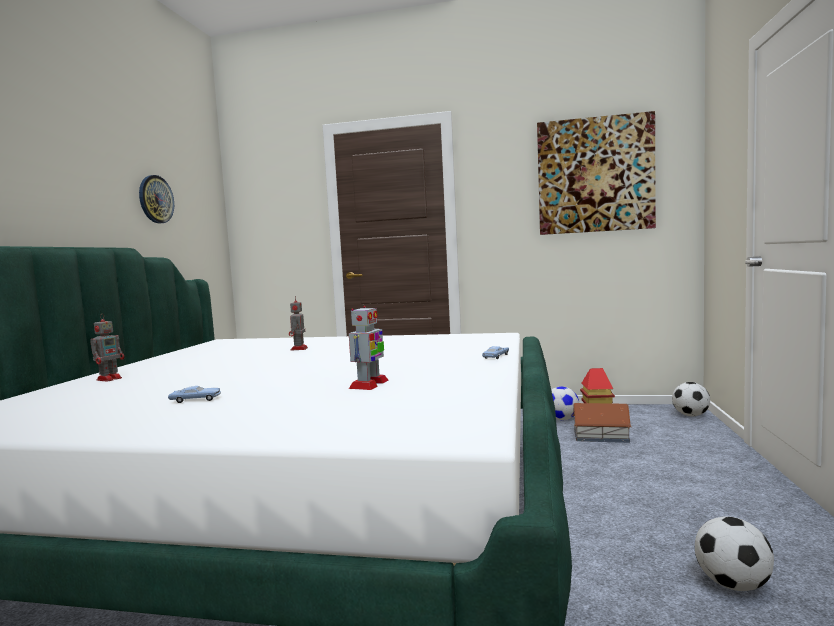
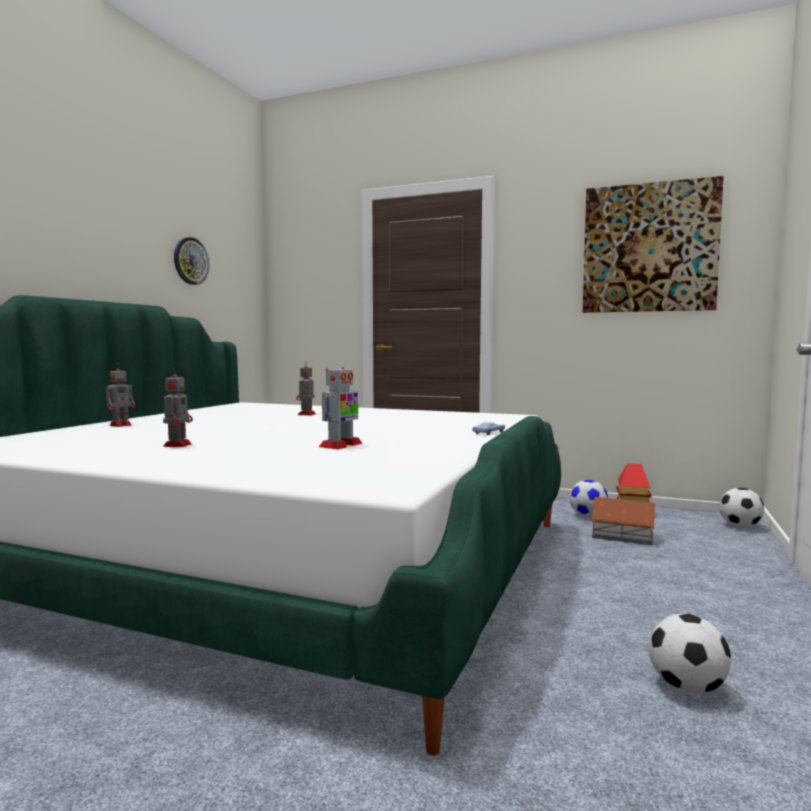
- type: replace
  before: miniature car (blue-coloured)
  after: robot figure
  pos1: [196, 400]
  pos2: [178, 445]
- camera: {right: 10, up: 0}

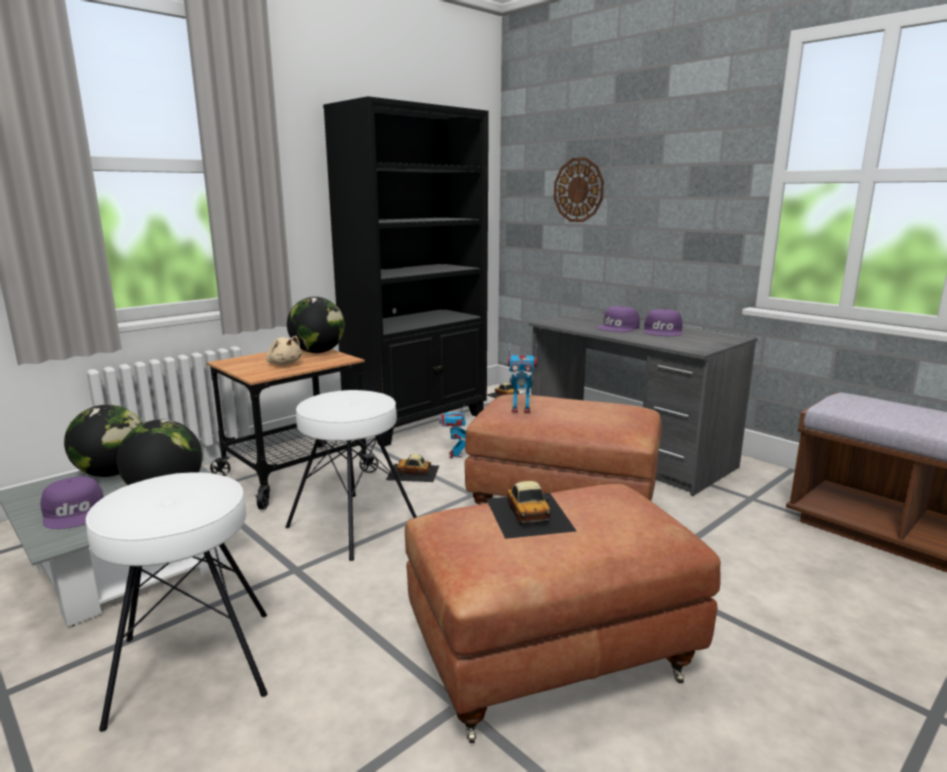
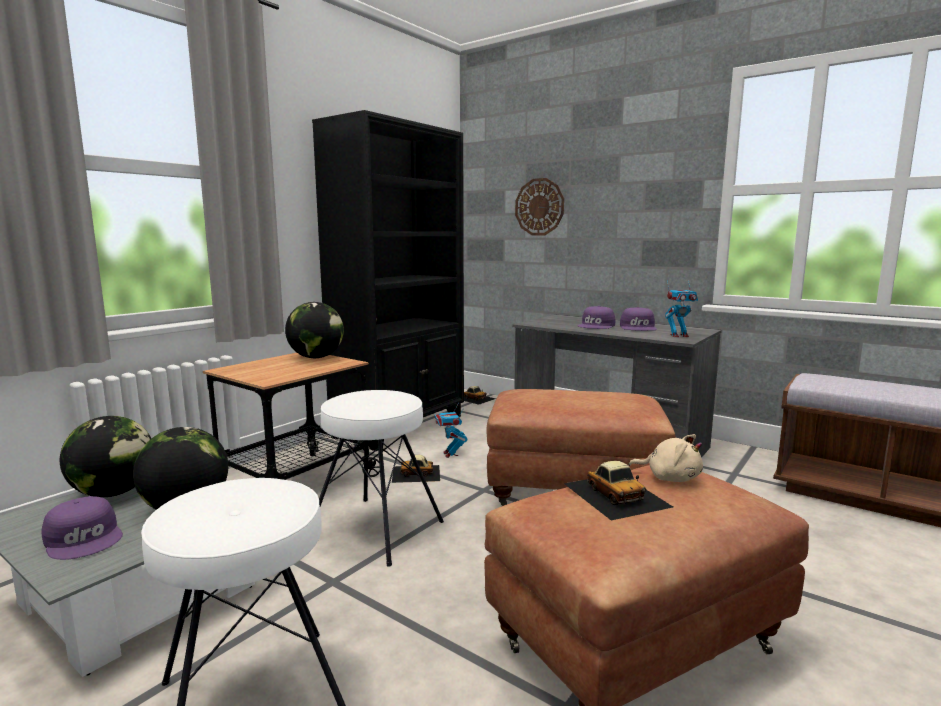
- type: move
  before: cuddly toy (beige-coloured)
  pos1: [284, 364]
  pos2: [670, 478]
- type: move
  before: robot figure
  pos1: [521, 410]
  pos2: [678, 336]
- camera: {right: -10, up: -5}

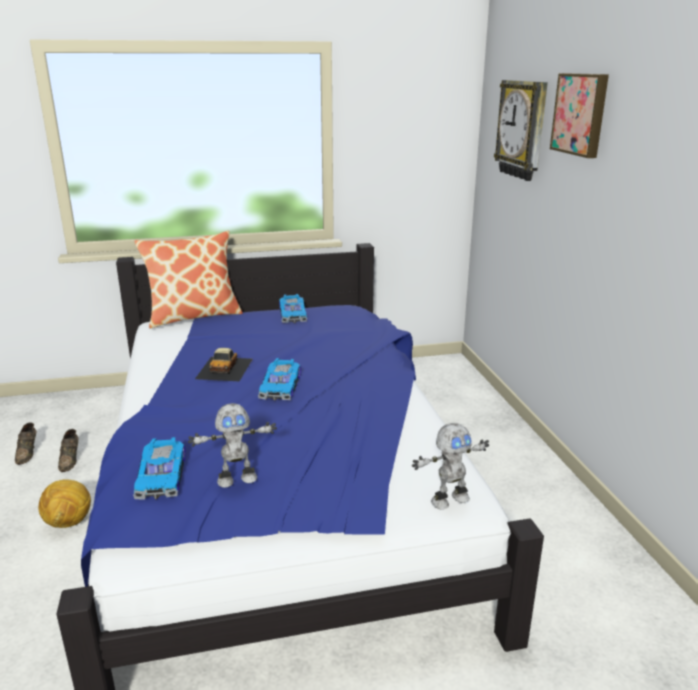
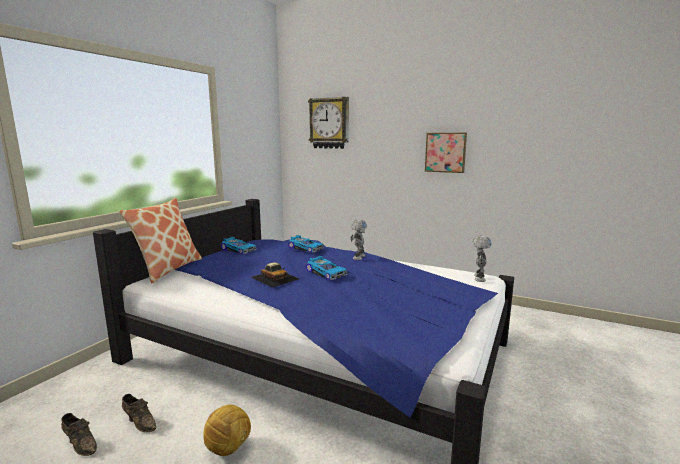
- type: move
  before: miniature car
  pos1: [163, 476]
  pos2: [306, 248]
- type: move
  before: robot figure
  pos1: [237, 479]
  pos2: [358, 257]
- type: move
  before: picture
  pos1: [581, 114]
  pos2: [445, 152]
- camera: {right: -50, up: -10}

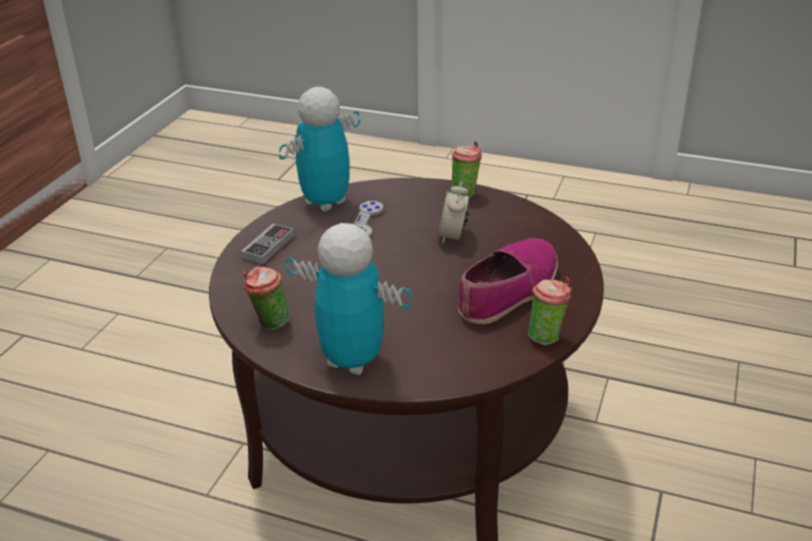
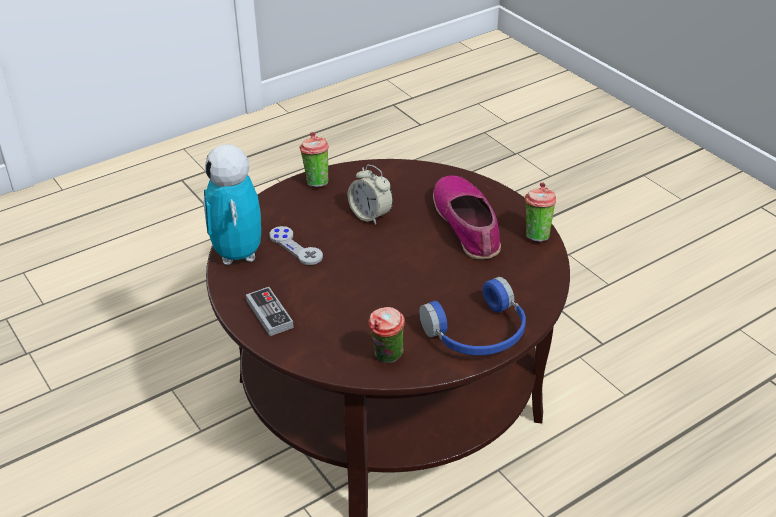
- type: replace
  before: robot figure
  after: headphones (blue-coloured)
  pos1: [352, 361]
  pos2: [478, 334]
- camera: {right: -55, up: 5}

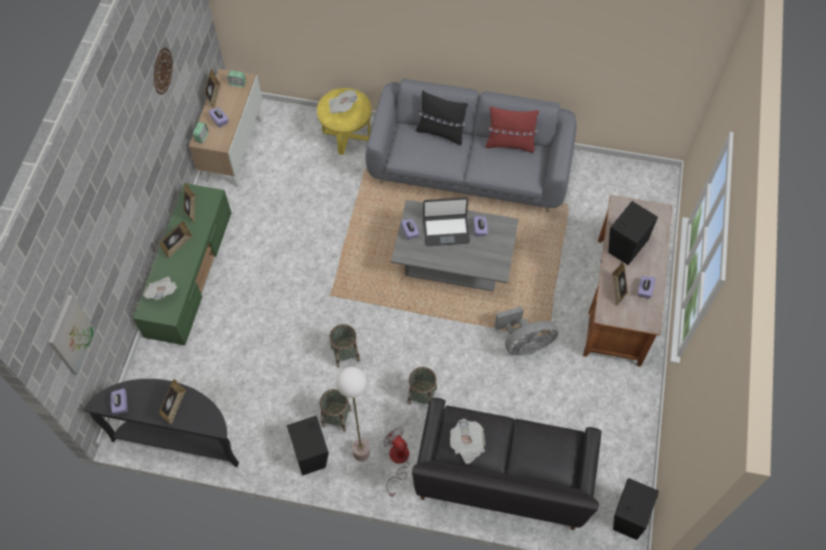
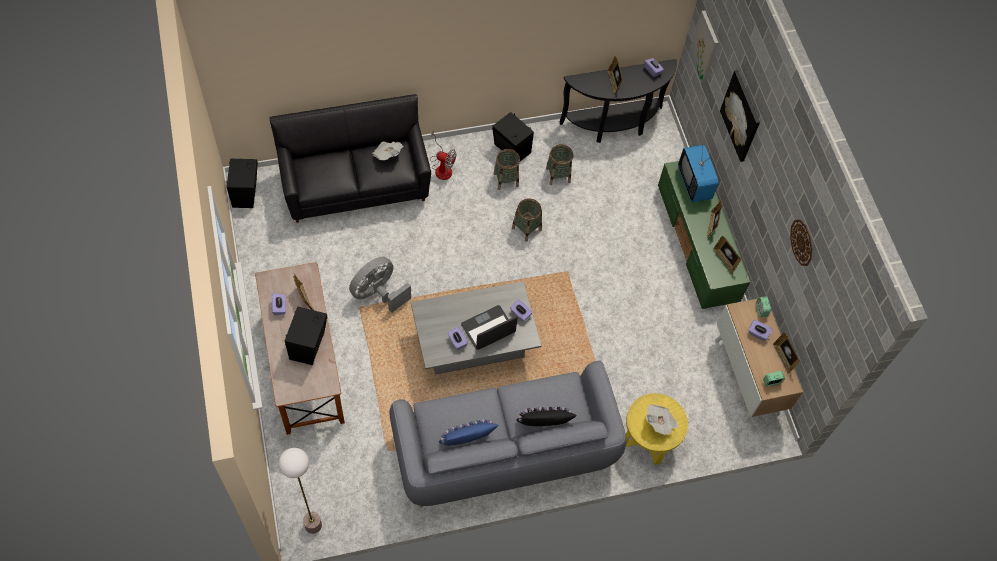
- type: insert
  after: picture
  pos2: [741, 116]
- type: move
  before: floor lamp
  pos1: [361, 452]
  pos2: [313, 525]
- type: move
  before: storage basket
  pos1: [422, 396]
  pos2: [558, 175]
- type: replace
  before: newspaper
  after: TV
  pos1: [162, 292]
  pos2: [694, 183]
- type: recolor
  before: pillow (red-coloured)
  after: pillow (blue-coloured)
  pos1: [510, 144]
  pos2: [467, 443]
- camera: {right: 150, up: 0}

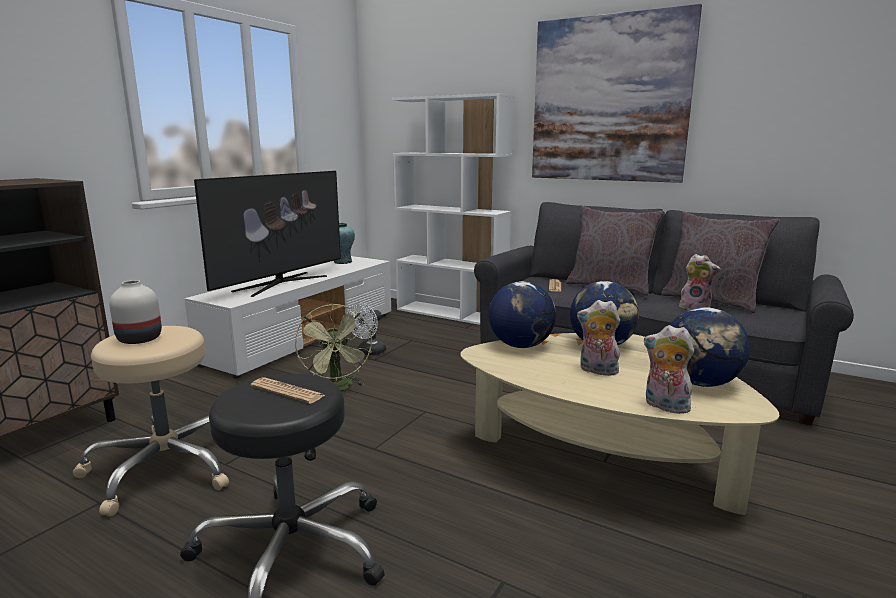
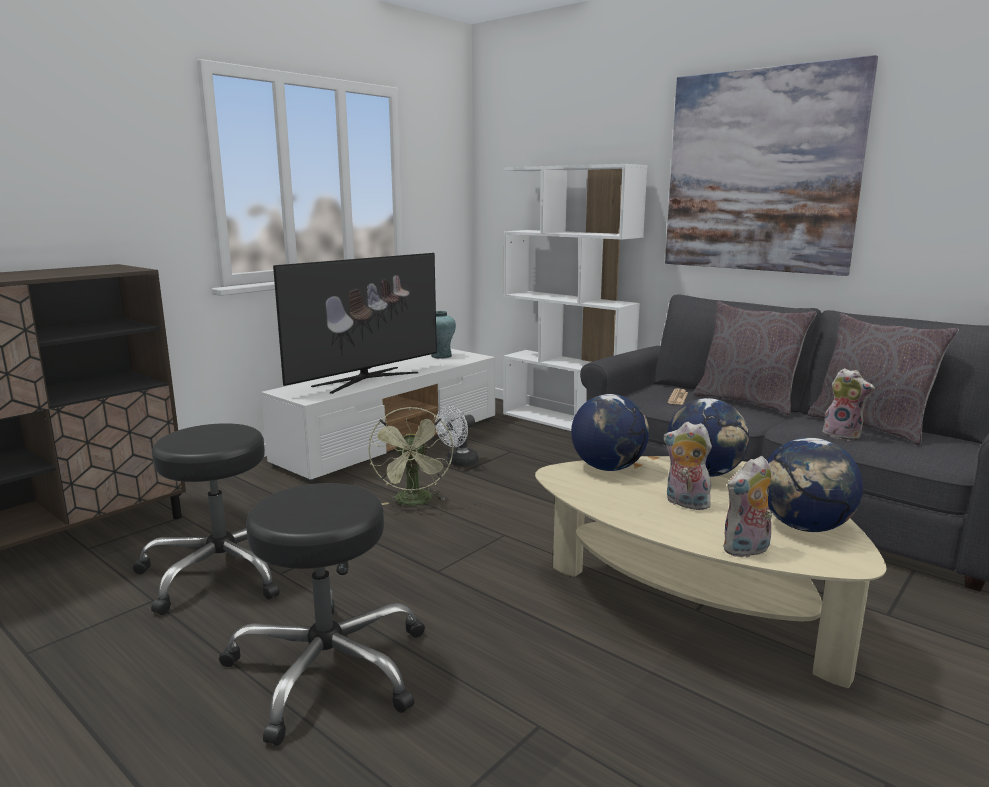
- type: delete
  before: vase (white)
  pos1: [141, 339]
- type: delete
  before: newspaper
  pos1: [287, 391]
- type: recolor
  before: stool (beige-coloured)
  after: stool (black)
  pos1: [166, 466]
  pos2: [222, 570]
- type: rotate
  before: cuddly toy
  pos1: [664, 406]
  pos2: [746, 550]
  turn: -75
- camera: {right: 10, up: 0}

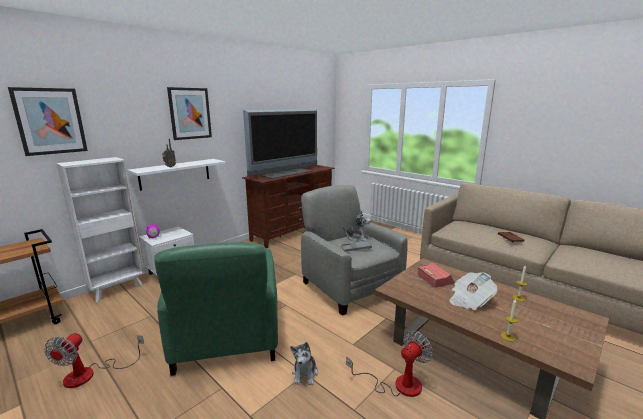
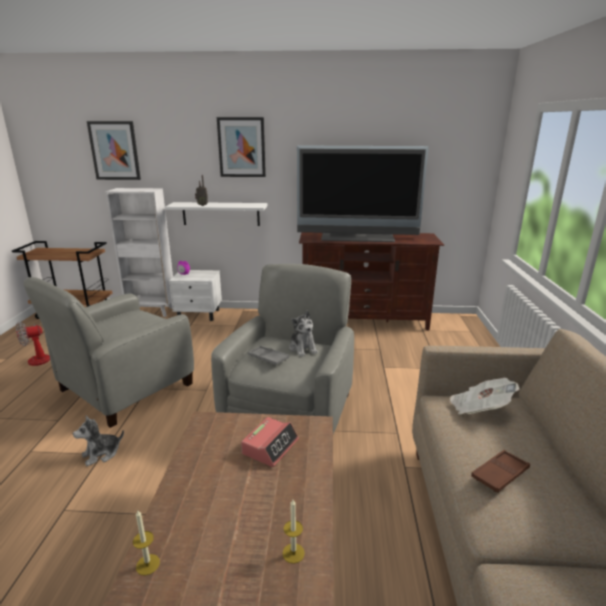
- type: delete
  before: electric fan
  pos1: [398, 384]
- type: move
  before: newspaper
  pos1: [469, 300]
  pos2: [479, 409]
- type: recolor
  before: lounge chair (green-coloured)
  after: lounge chair (grey)
  pos1: [226, 338]
  pos2: [125, 388]
- camera: {right: 50, up: 5}

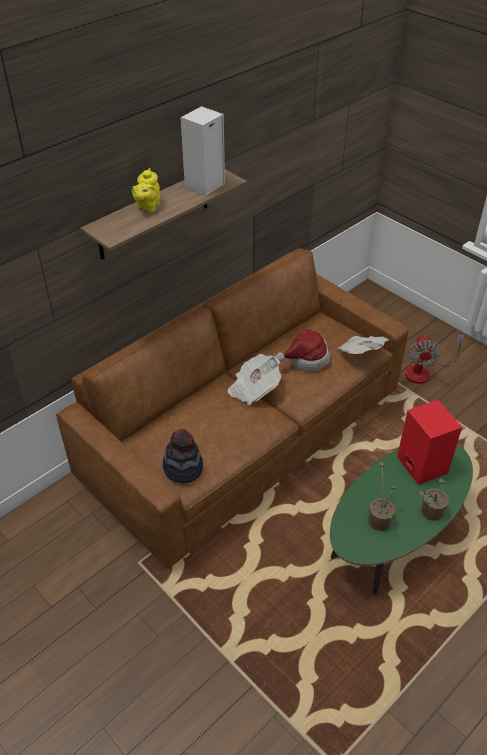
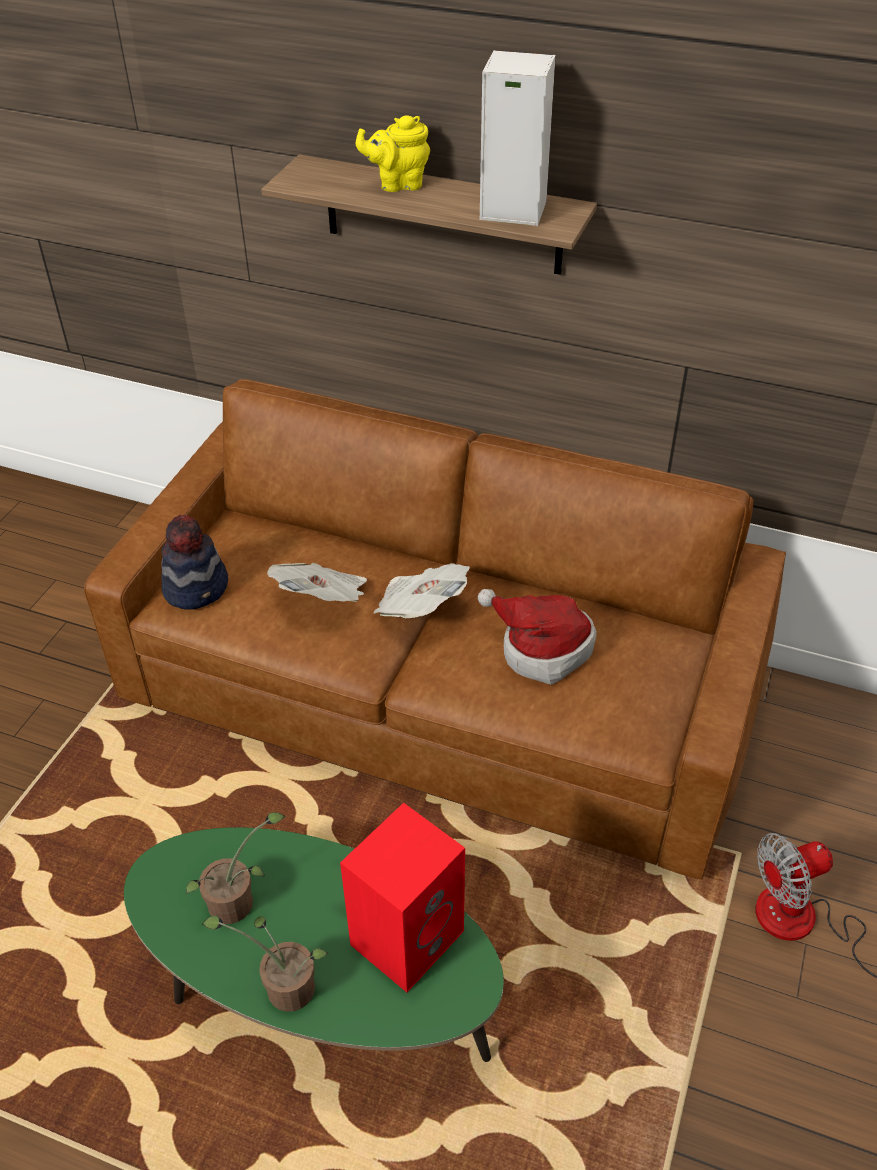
- type: move
  before: newspaper
  pos1: [361, 353]
  pos2: [323, 599]
- camera: {right: 65, up: 0}

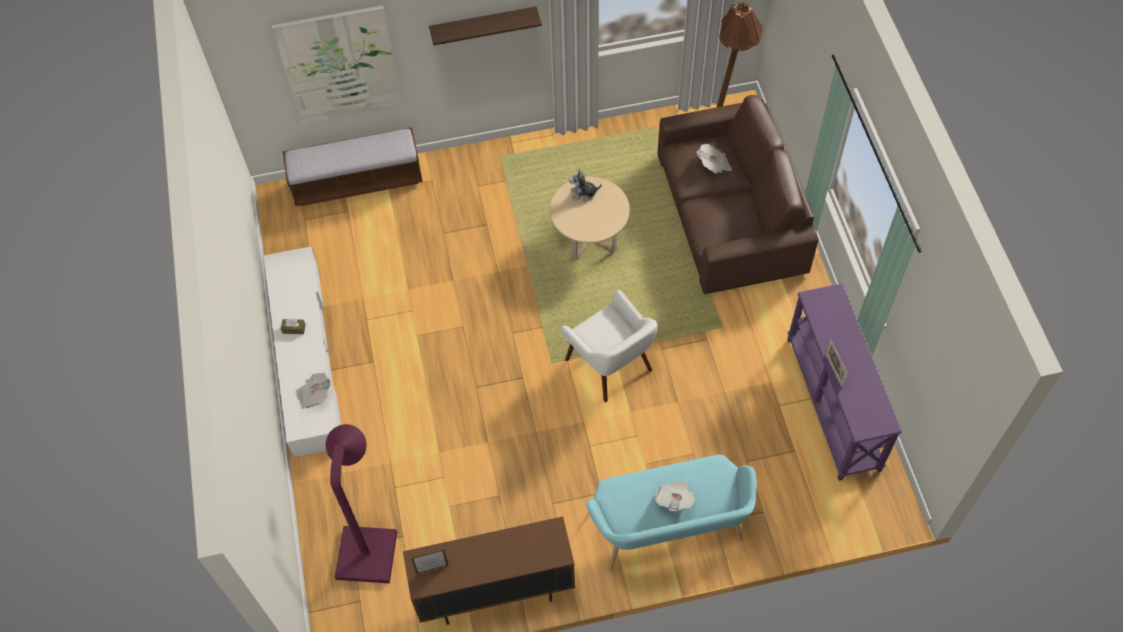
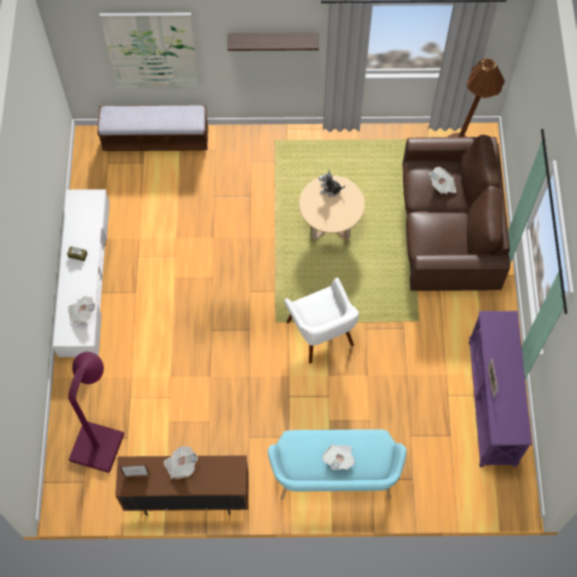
- type: insert
  after: newspaper
  pos2: [181, 465]
- camera: {right: 10, up: 5}

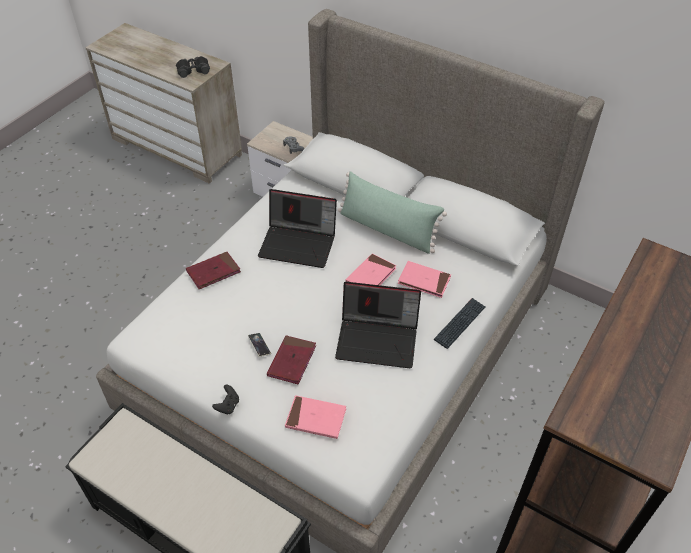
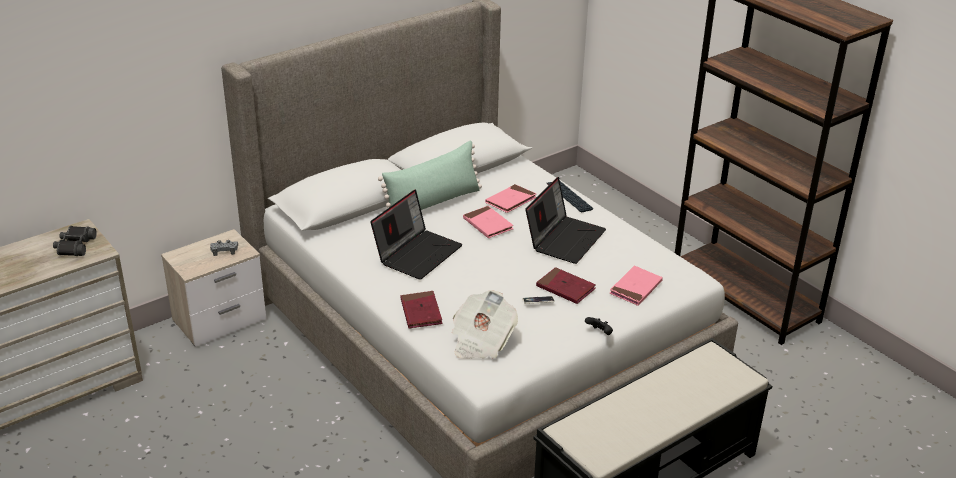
- type: insert
  after: newspaper
  pos2: [481, 341]
- camera: {right: -70, up: -15}

